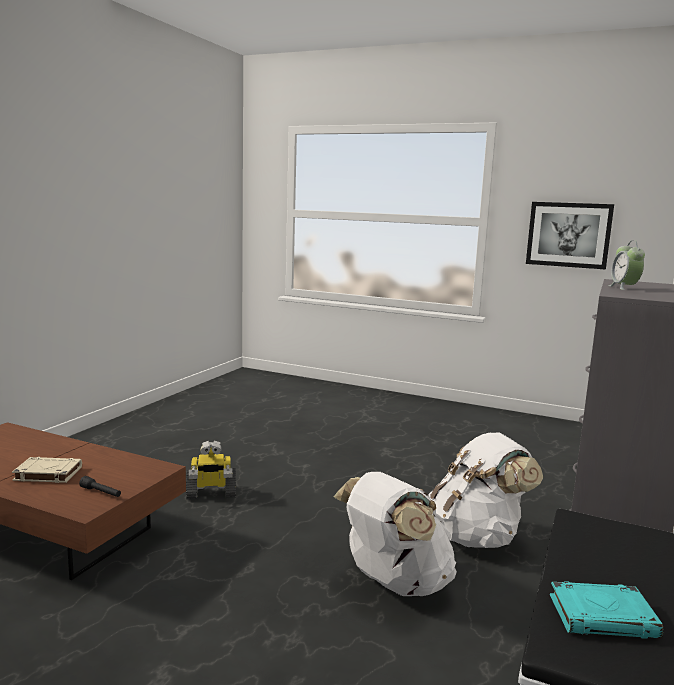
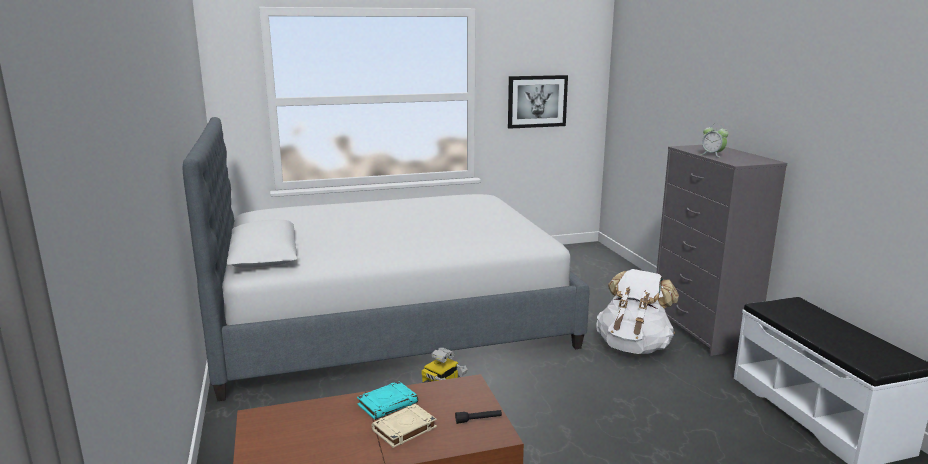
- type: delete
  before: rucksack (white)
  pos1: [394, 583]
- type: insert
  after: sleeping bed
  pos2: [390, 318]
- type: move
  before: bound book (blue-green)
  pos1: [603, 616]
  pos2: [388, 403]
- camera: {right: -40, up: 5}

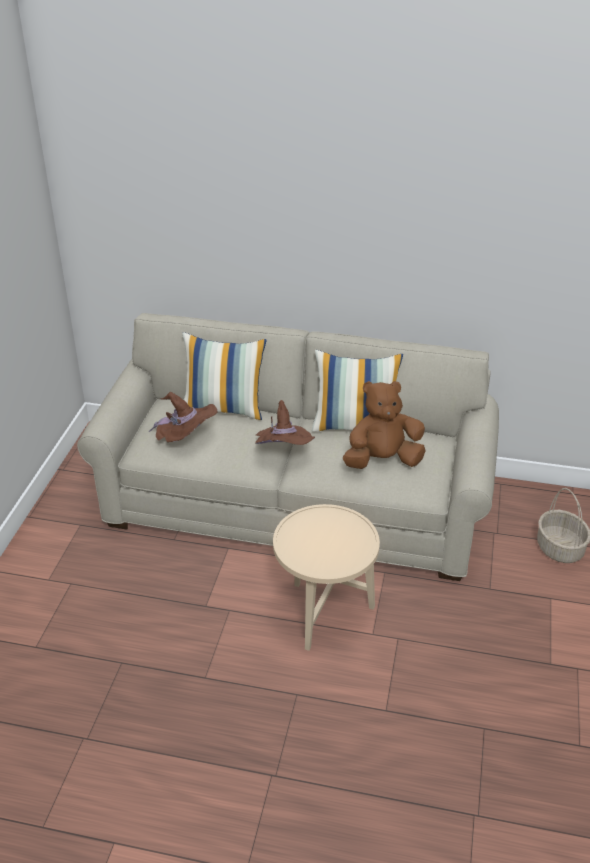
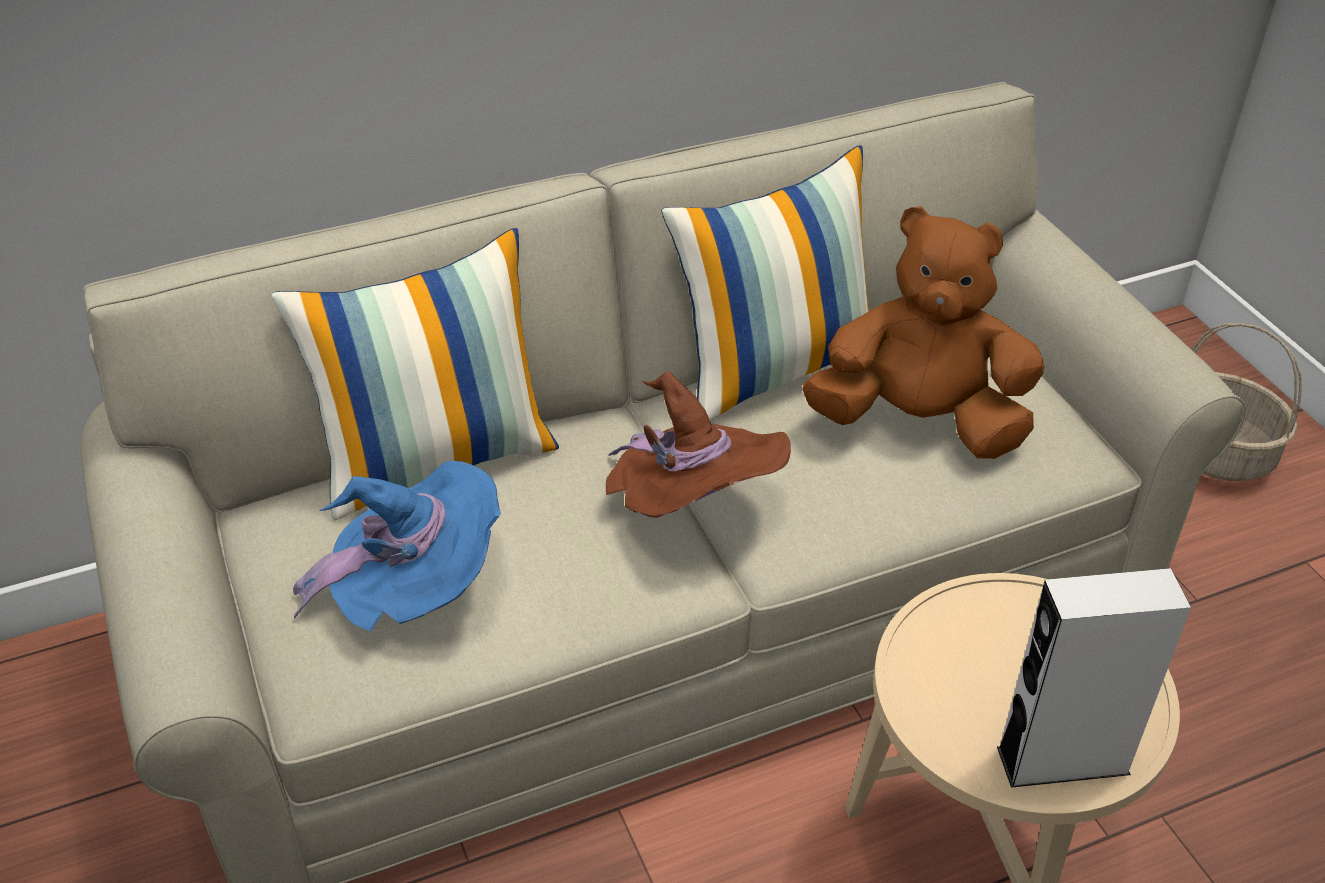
- type: insert
  after: loudspeaker (grey)
  pos2: [1062, 760]
- type: recolor
  before: wearable hat (brown-coloured)
  after: wearable hat (blue-coloured)
  pos1: [185, 439]
  pos2: [416, 589]
- type: rotate
  before: cuddly toy (brown-coloured)
  pos1: [382, 460]
  pos2: [919, 423]
  turn: 60
- camera: {right: -35, up: 5}

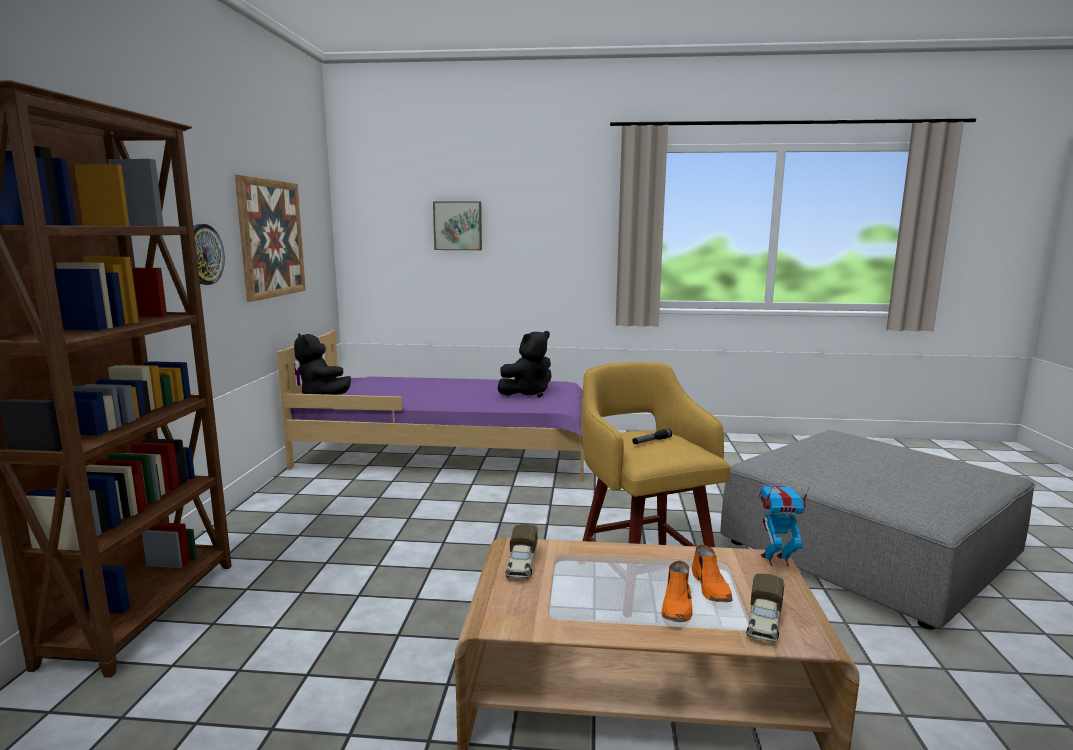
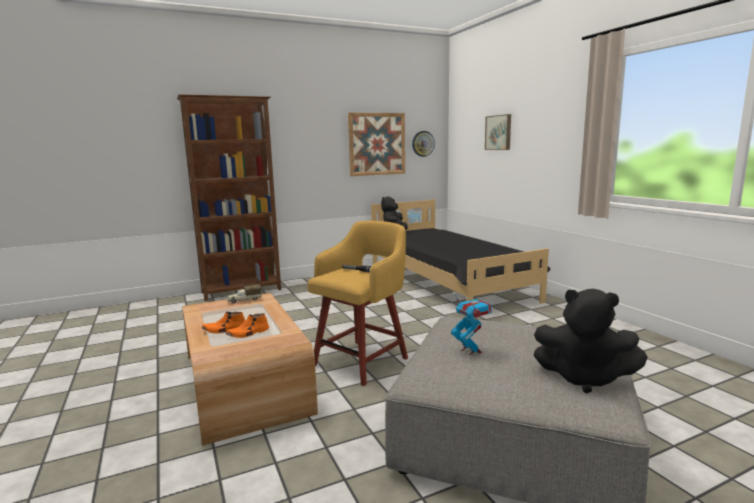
- type: delete
  before: model truck
  pos1: [764, 623]
- type: move
  before: clock on the wall
  pos1: [203, 254]
  pos2: [423, 143]
- type: move
  before: cuddly toy (black)
  pos1: [528, 393]
  pos2: [584, 378]
- type: move
  before: robot figure
  pos1: [776, 560]
  pos2: [471, 351]
- type: recolor
  before: sleeping bed (purplish)
  after: sleeping bed (black)
  pos1: [449, 451]
  pos2: [448, 283]
- camera: {right: 60, up: 0}

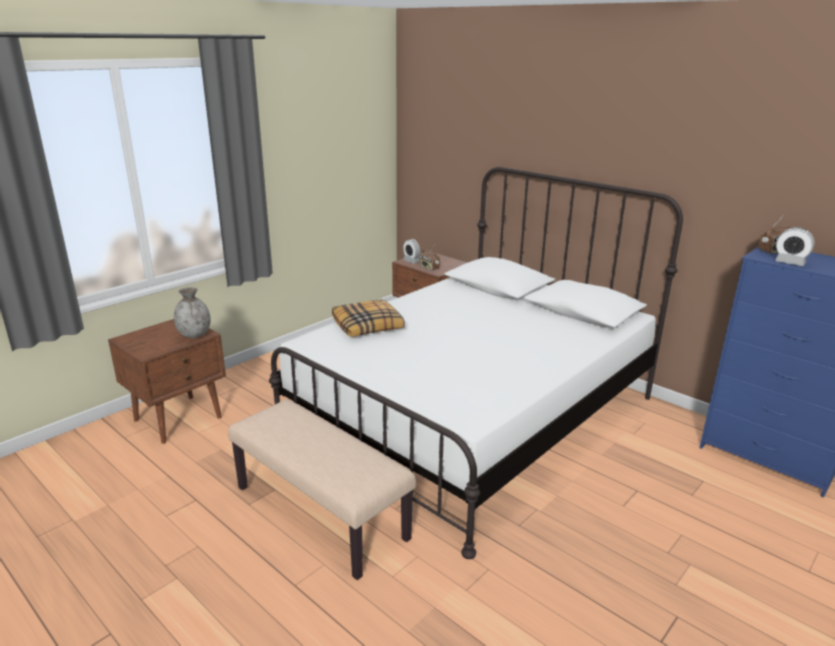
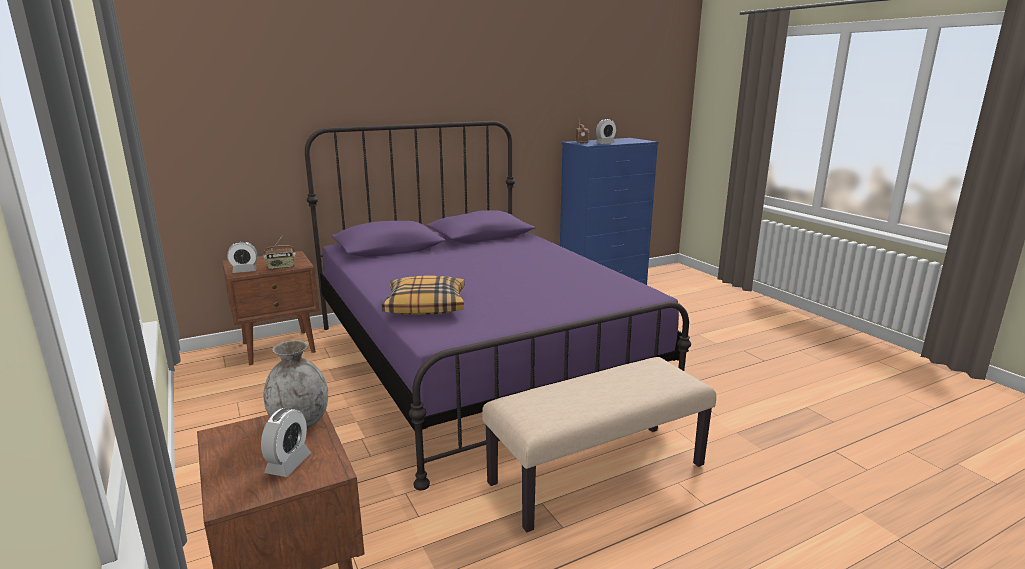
- type: insert
  after: table clock
  pos2: [288, 464]
- type: recolor
  before: sleeping bed (white)
  after: sleeping bed (purplish)
  pos1: [473, 415]
  pos2: [479, 362]
- camera: {right: -70, up: -5}

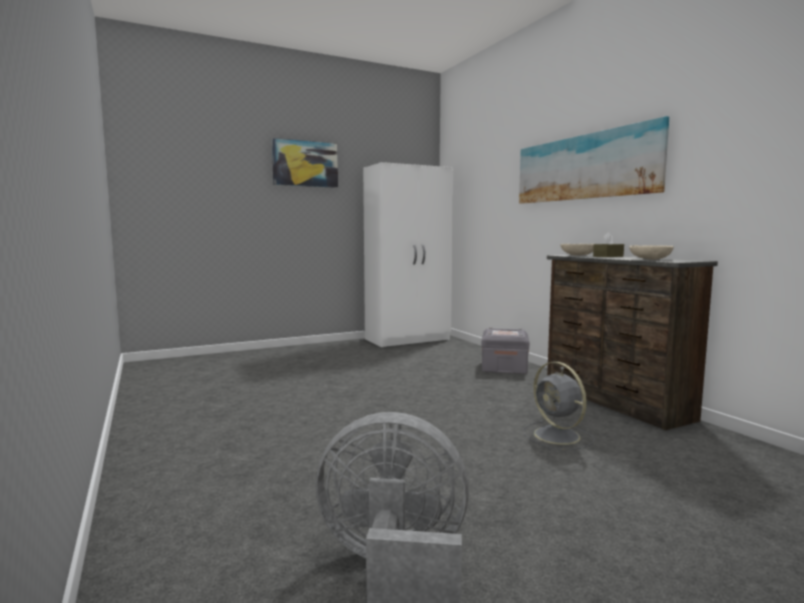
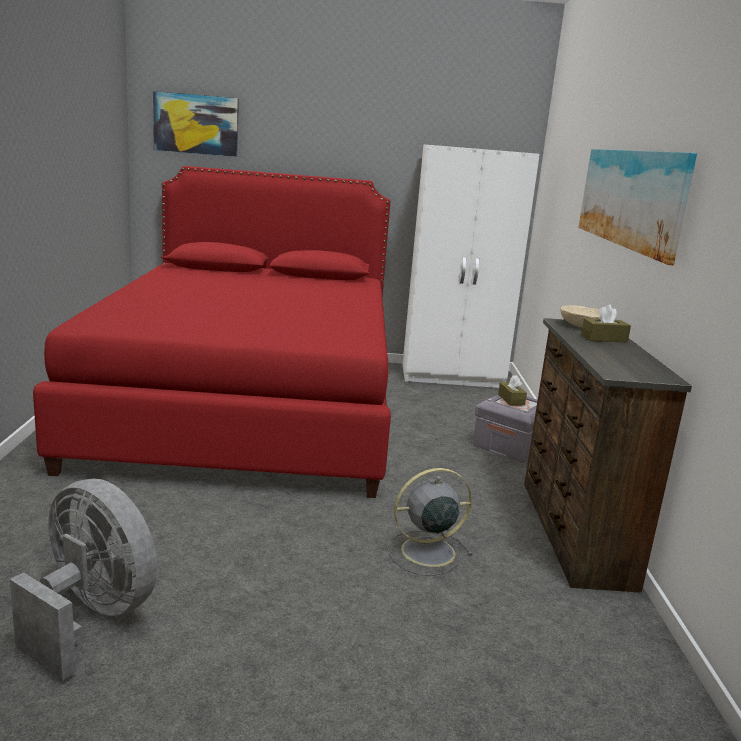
- type: delete
  before: deep dish (beige-coloured)
  pos1: [650, 259]
- type: insert
  after: sleeping bed (red-coloured)
  pos2: [248, 406]
- type: insert
  after: box of tissues (brown-coloured)
  pos2: [511, 400]
- type: move
  before: picture
  pos1: [305, 164]
  pos2: [196, 124]
- type: rotate
  before: electric fan (grey)
  pos1: [558, 436]
  pos2: [425, 552]
  turn: 75
- camera: {right: 25, up: 10}

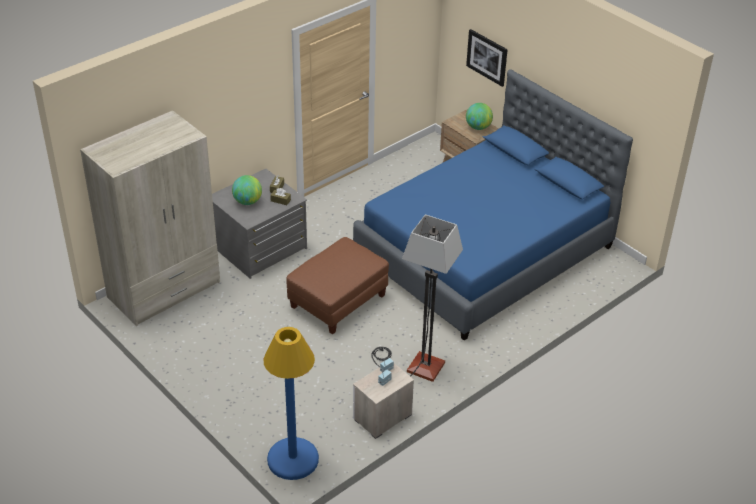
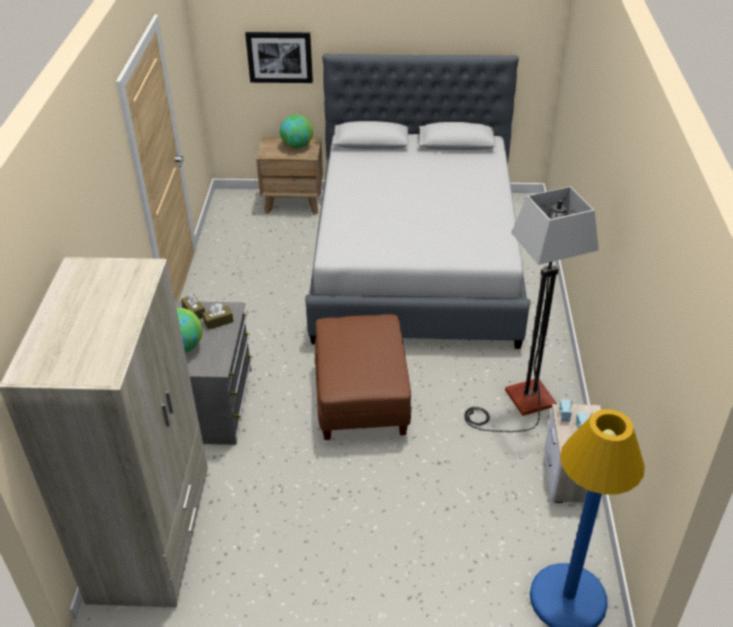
- type: recolor
  before: sleeping bed (blue-coloured)
  after: sleeping bed (grey)
  pos1: [484, 252]
  pos2: [416, 262]
- camera: {right: -45, up: 0}

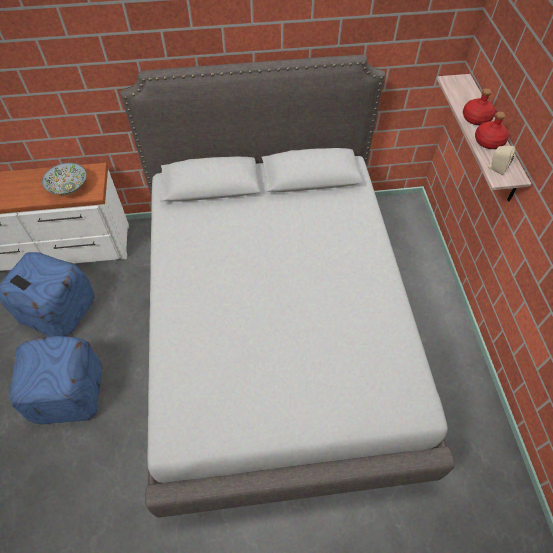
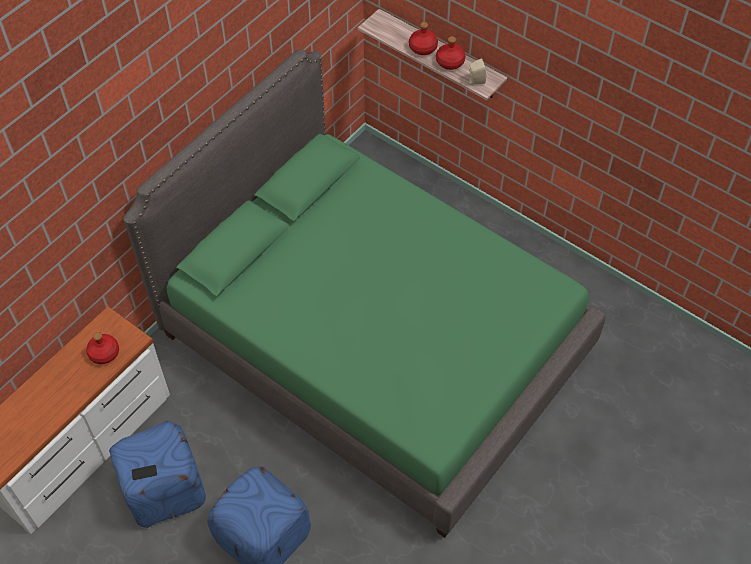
- type: replace
  before: deep dish
  after: drink bottle (red-coloured)
  pos1: [69, 187]
  pos2: [104, 353]
- type: recolor
  before: sleeping bed (grey)
  after: sleeping bed (green-coloured)
  pos1: [276, 331]
  pos2: [375, 342]
- camera: {right: -45, up: 0}

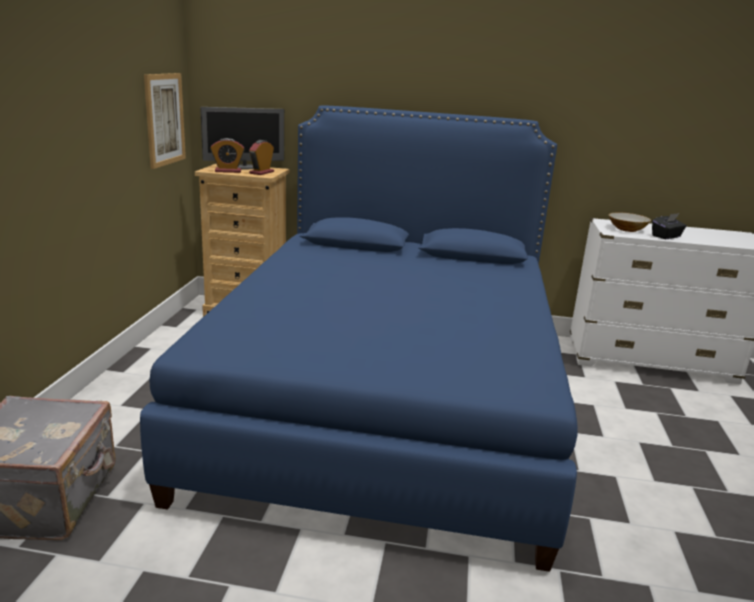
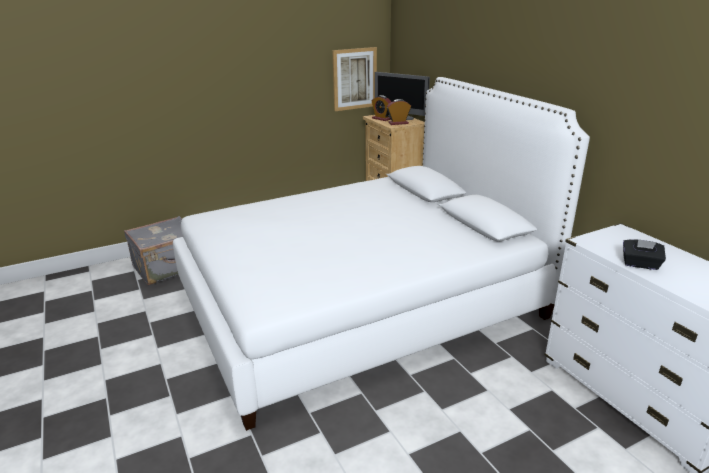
- type: delete
  before: deep dish
  pos1: [626, 229]
- type: recolor
  before: sleeping bed (blue-coloured)
  after: sleeping bed (white)
  pos1: [385, 398]
  pos2: [360, 303]
- camera: {right: 55, up: 5}

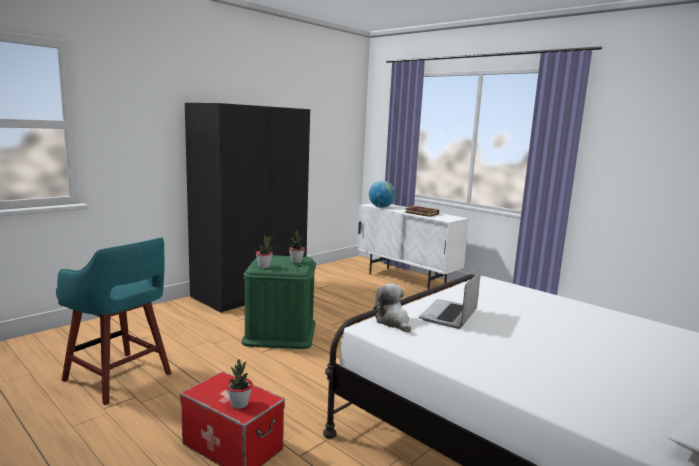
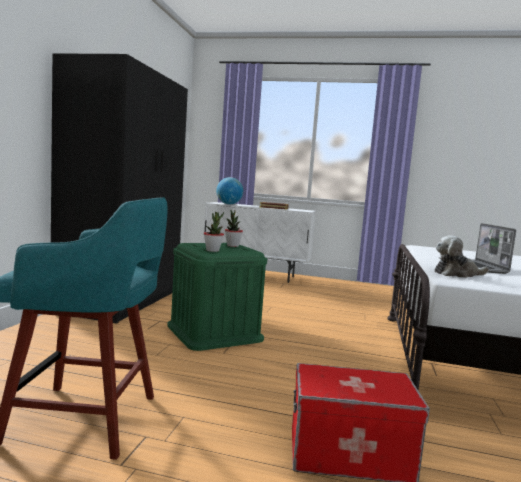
- type: delete
  before: plant in a pot
  pos1: [239, 404]
- type: rotate
  before: cuddly toy
  pos1: [393, 322]
  pos2: [457, 274]
  turn: -45
- camera: {right: -30, up: -5}

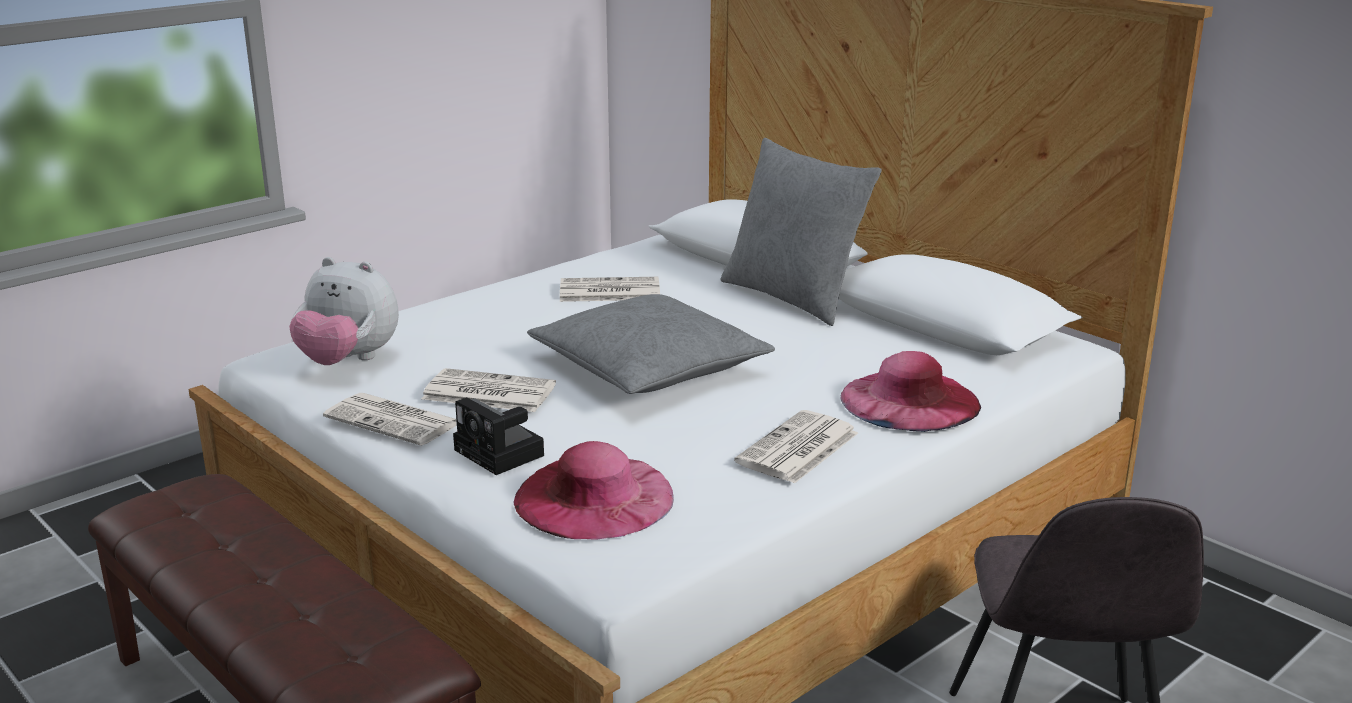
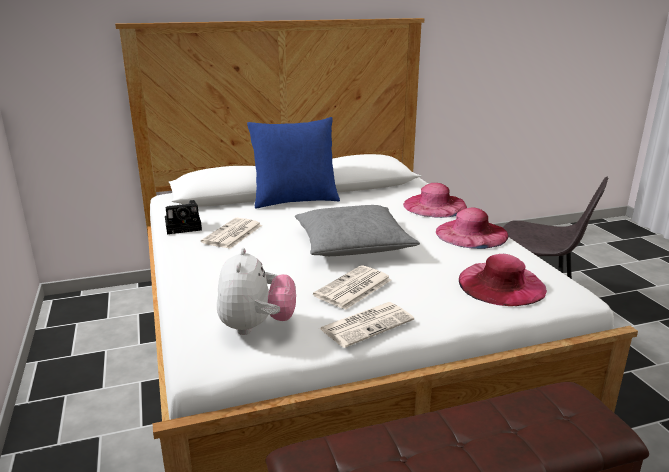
- type: move
  before: photo camera
  pos1: [502, 454]
  pos2: [185, 226]
- type: replace
  before: newspaper
  after: wearable hat (pinkish)
  pos1: [797, 449]
  pos2: [471, 233]
- type: recolor
  before: pillow (grey)
  after: pillow (blue-coloured)
  pos1: [794, 297]
  pos2: [295, 200]
- type: rotate
  before: cuddly toy
  pos1: [348, 361]
  pos2: [256, 326]
  turn: -45
- camera: {right: -65, up: 0}

